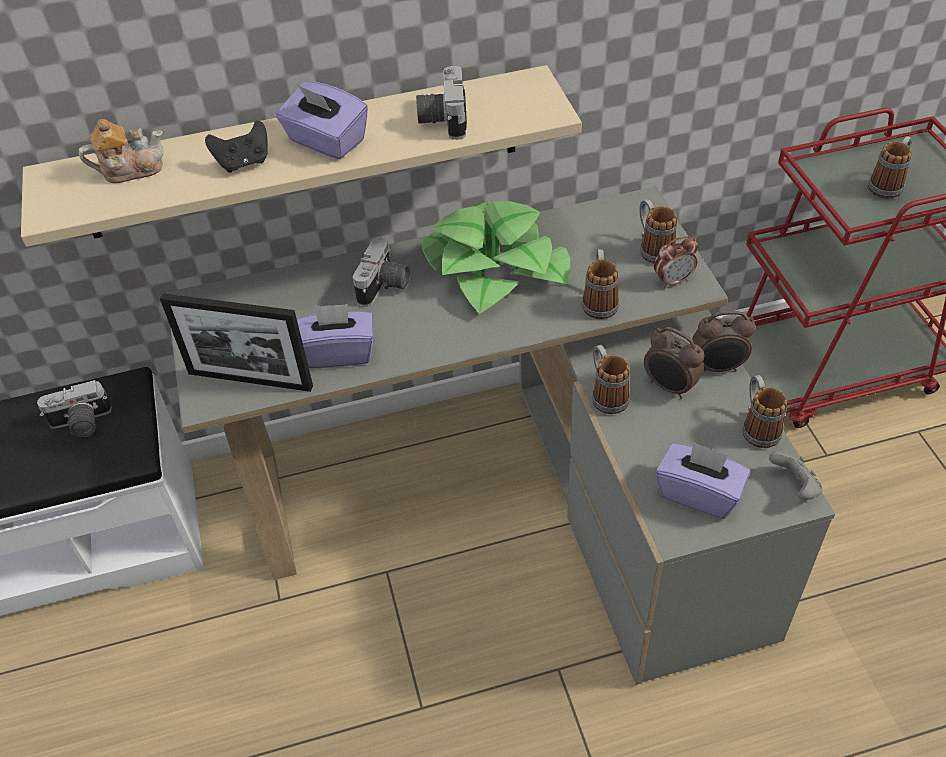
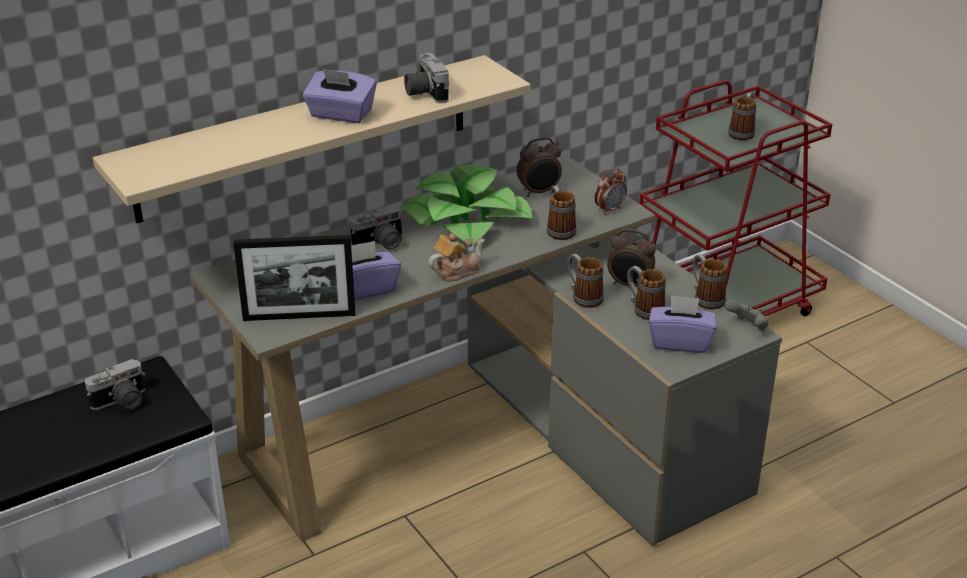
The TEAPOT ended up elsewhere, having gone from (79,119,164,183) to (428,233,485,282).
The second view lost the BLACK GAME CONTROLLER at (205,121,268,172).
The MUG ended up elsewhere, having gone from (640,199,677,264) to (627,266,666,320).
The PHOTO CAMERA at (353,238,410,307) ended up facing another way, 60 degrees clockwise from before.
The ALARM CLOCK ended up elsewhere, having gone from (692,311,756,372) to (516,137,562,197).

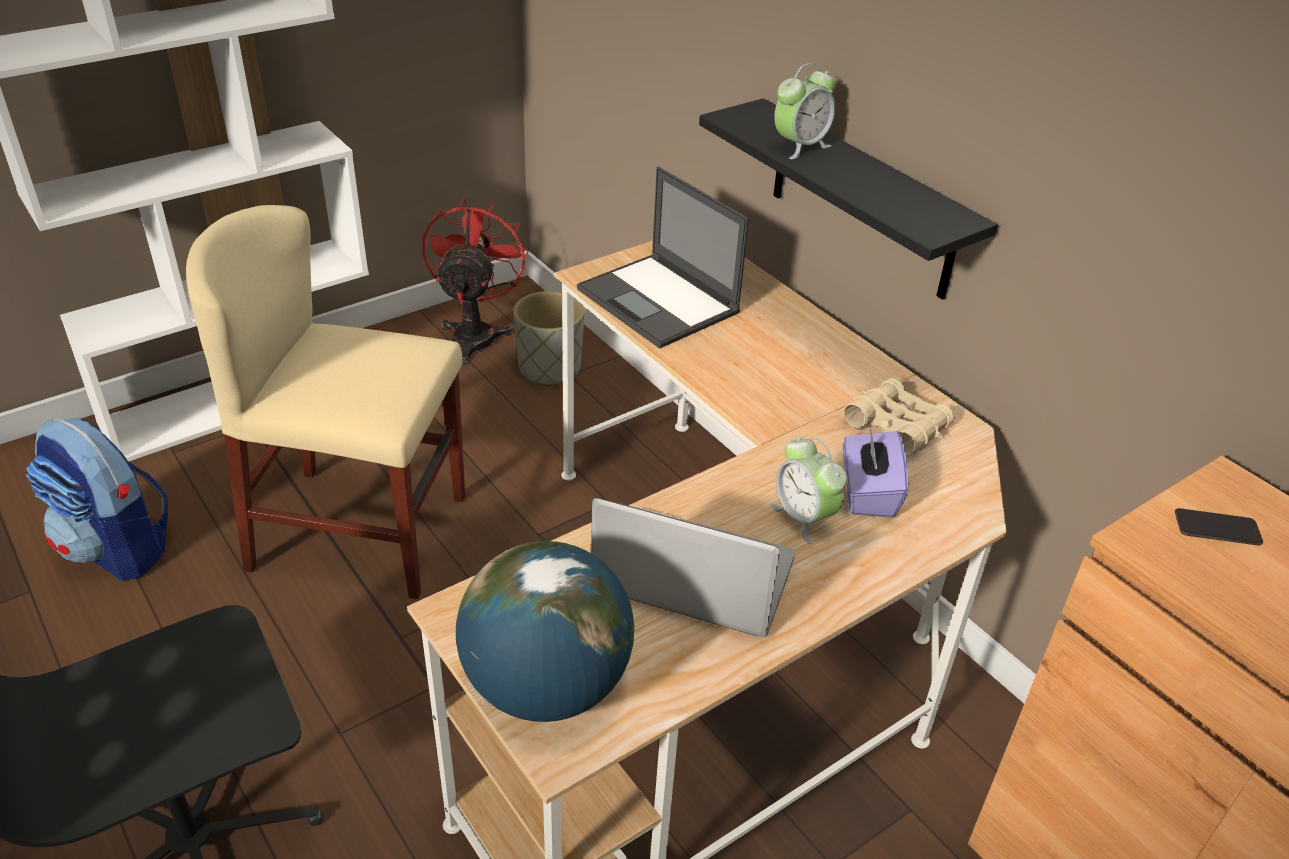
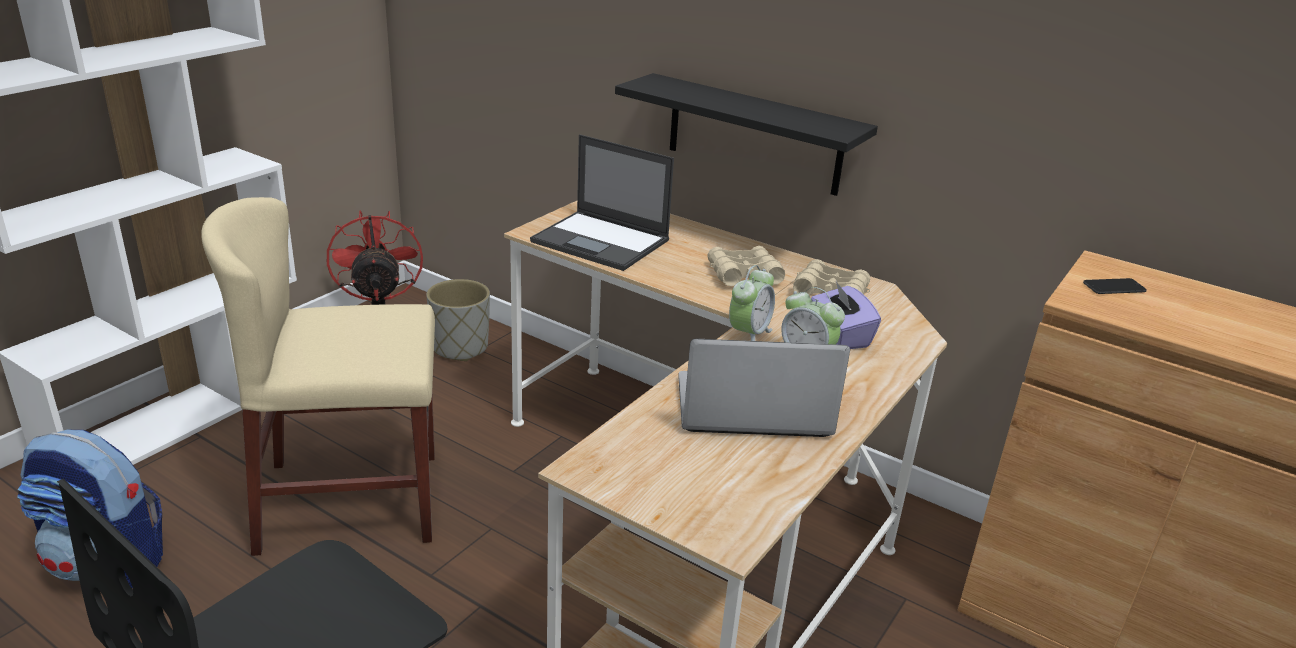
The ALARM CLOCK ended up elsewhere, having gone from (774,63,836,159) to (729,265,775,341).
The second view lost the GLOBE at (456,541,634,722).
The second view gained the BEIGE BINOCULARS at (708,246,785,286).

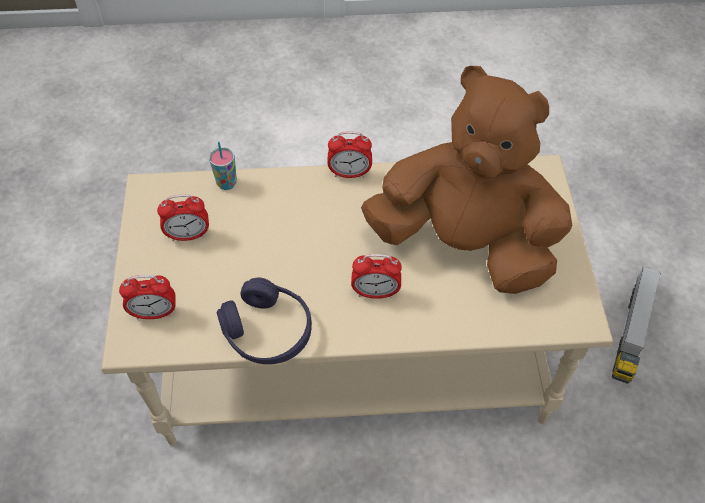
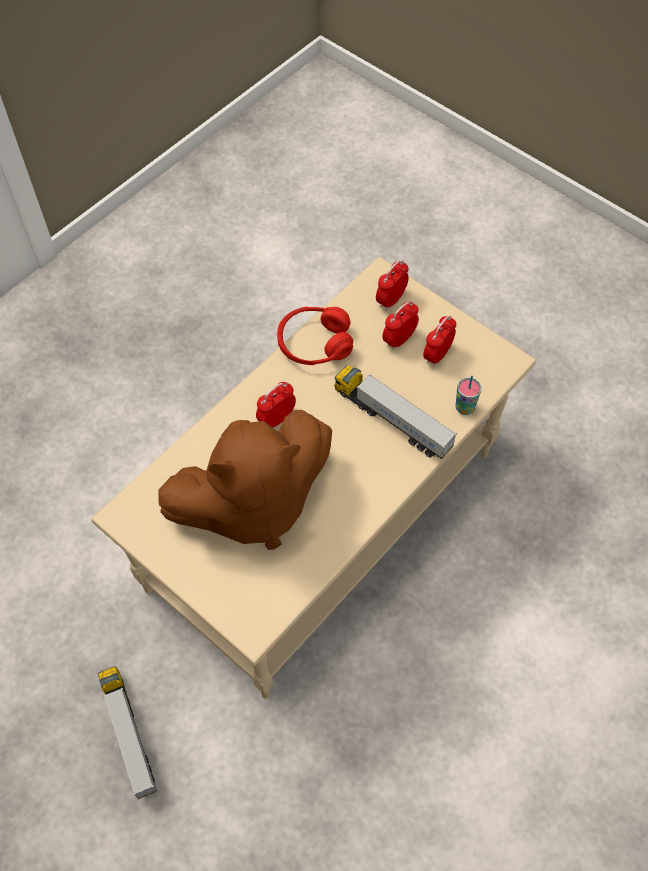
The ALARM CLOCK ended up elsewhere, having gone from (327,132,372,178) to (382,301,419,350).
What was the PURPLE HEADPHONES at (217,278,312,364) turned into the RED HEADPHONES at (277,307,353,365).
The second view gained the TOY TRUCK at (334,366,457,459).

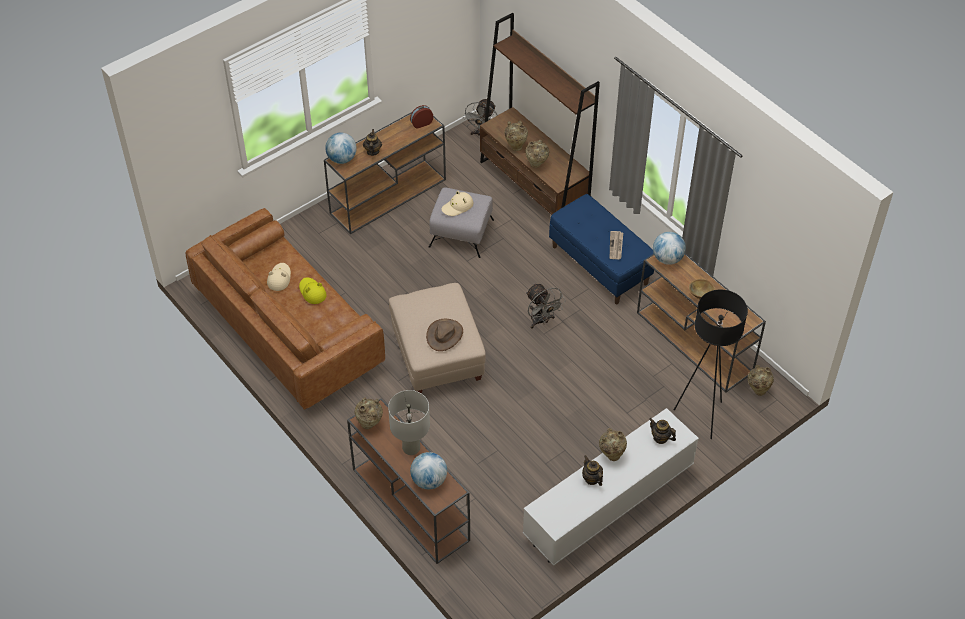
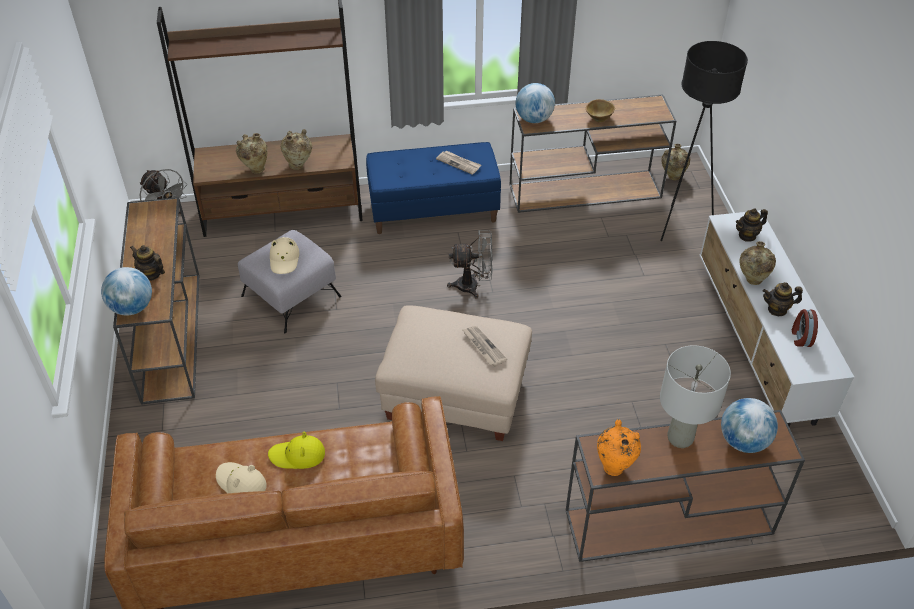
The ALARM CLOCK ended up elsewhere, having gone from (410,105,433,129) to (792,309,818,347).
Where the BROWN HAT stood at (426,319,463,351), the NEWSPAPER came to stand at (463,326,507,367).
What was the BEIGE VASE at (355,397,383,429) turned into the ORANGE VASE at (597,419,641,476).

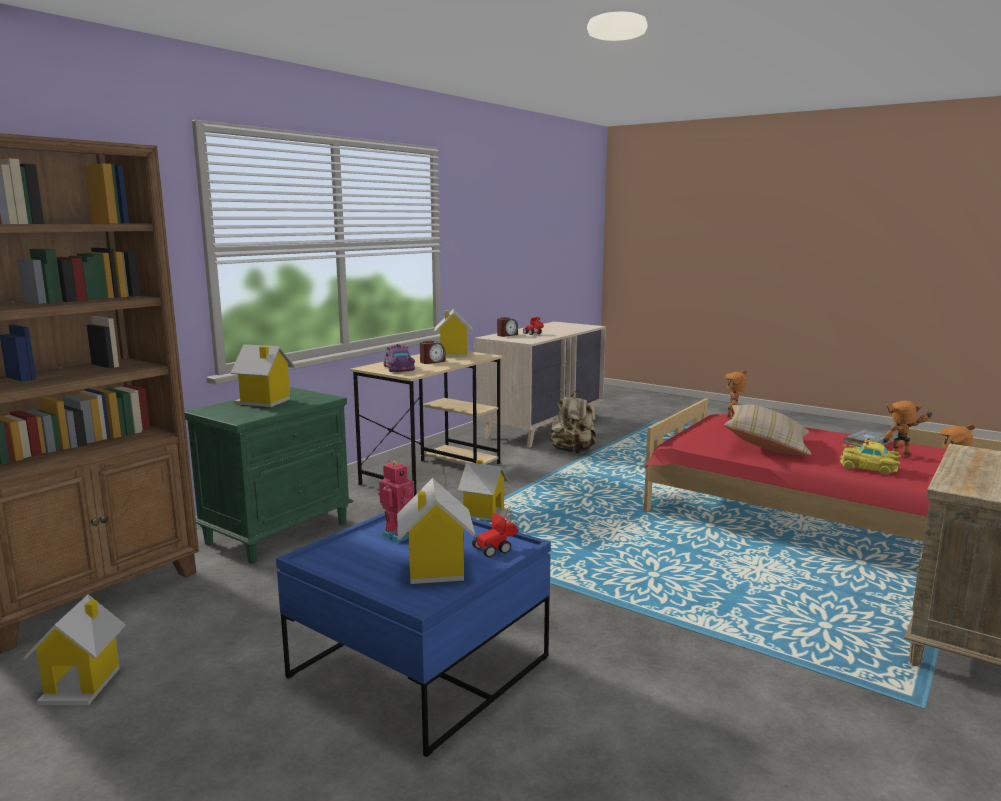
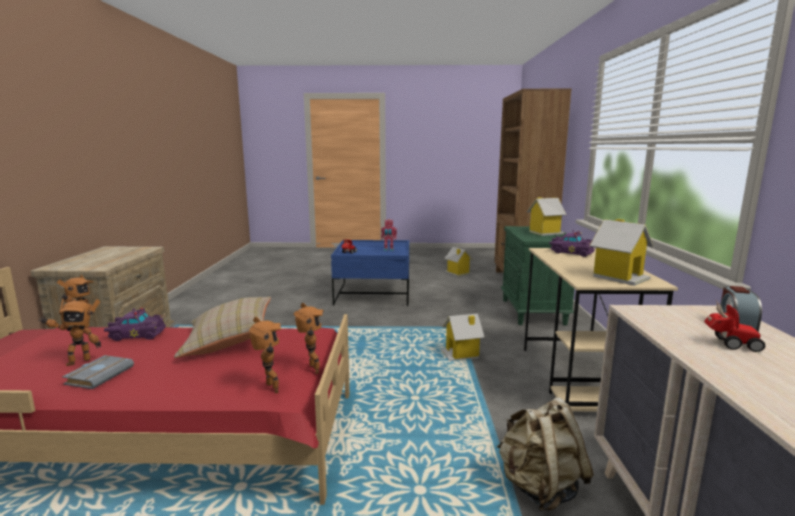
The second view lost the ALARM CLOCK at (420,341,446,364).
What was the YELLOW TOY CAR at (840,438,901,474) turned into the PURPLE TOY CAR at (104,308,166,341).
The second view lost the TOY HOUSE at (397,478,475,584).
The second view gained the TOY ROBOT at (294,303,324,374).

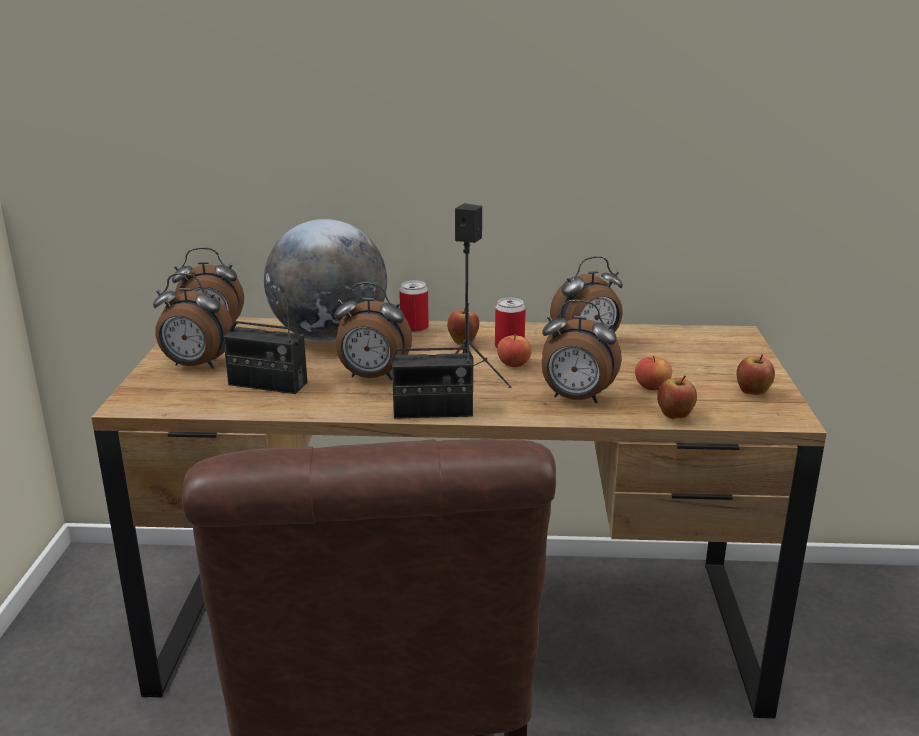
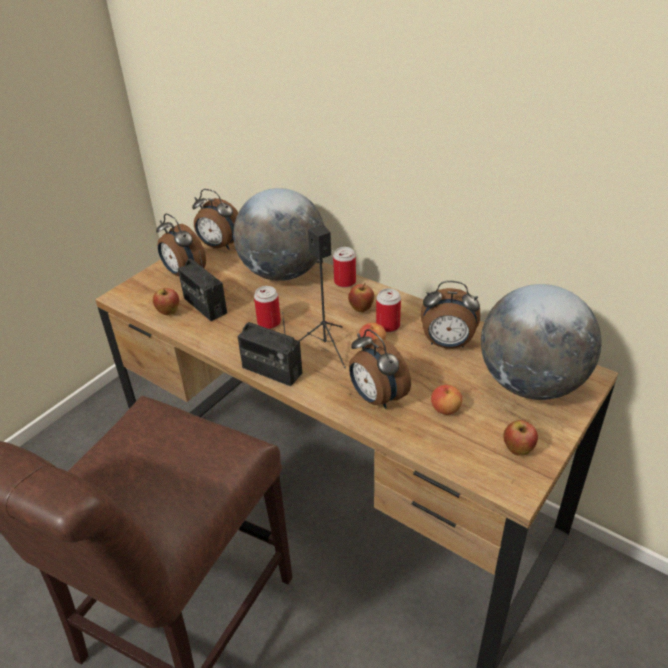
Where the ALARM CLOCK stood at (334,282,412,380), the CAN came to stand at (254,286,281,329).
The APPLE ended up elsewhere, having gone from (657,375,697,419) to (153,288,179,315).
The second view gained the GLOBE at (481,284,602,400).

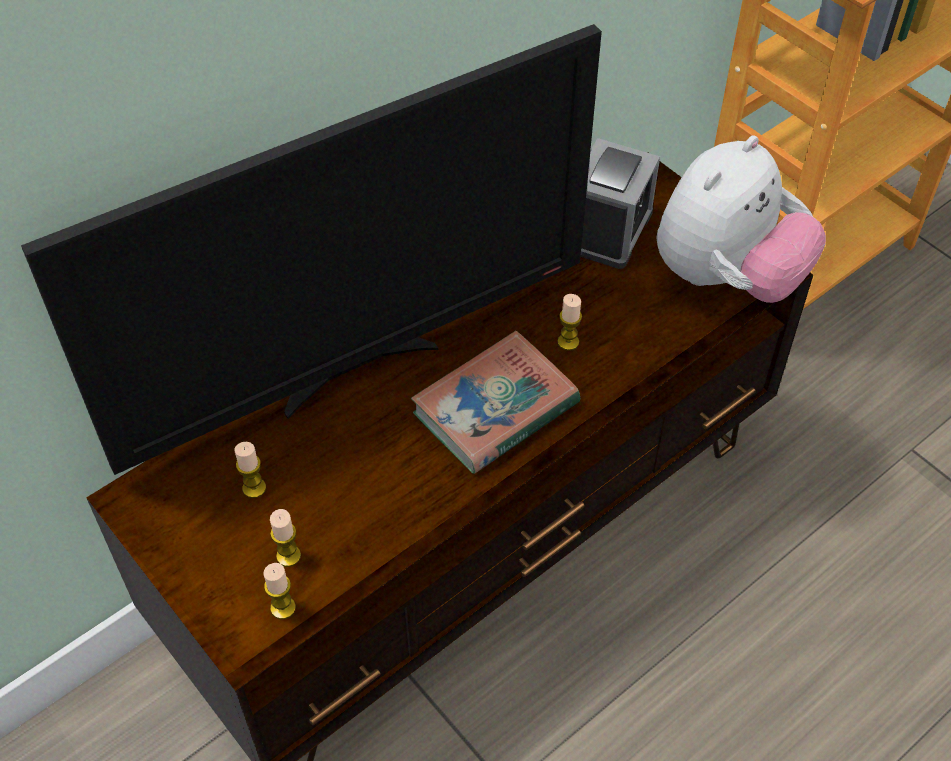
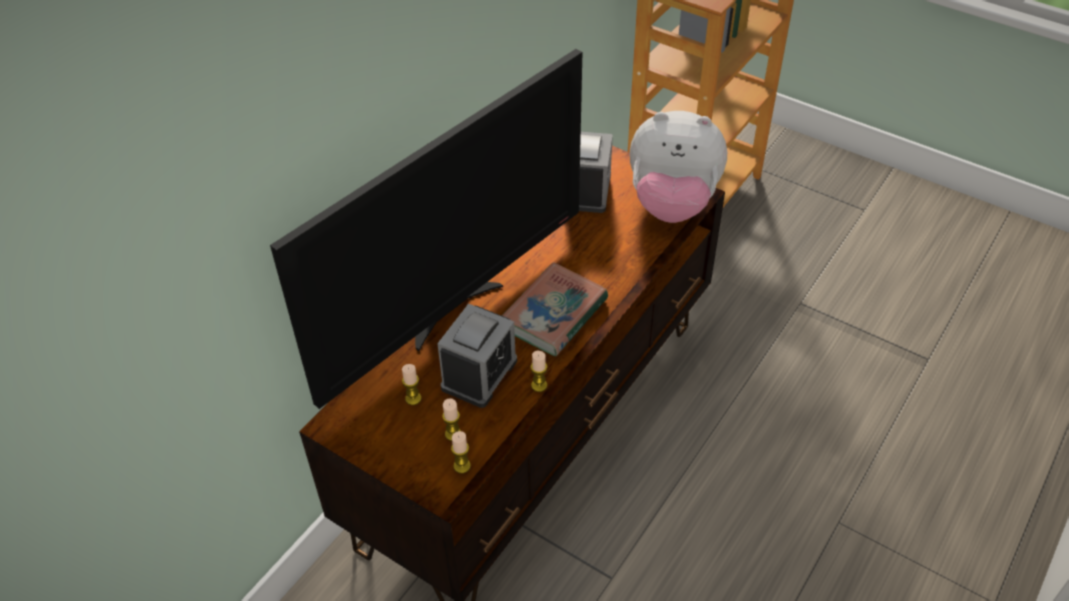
The PLUSH TOY at (656,136,826,303) ended up facing another way, 75 degrees clockwise from before.
The CANDLE ended up elsewhere, having gone from (558,294,582,351) to (531,351,547,392).
The second view gained the ALARM CLOCK at (437,304,517,408).

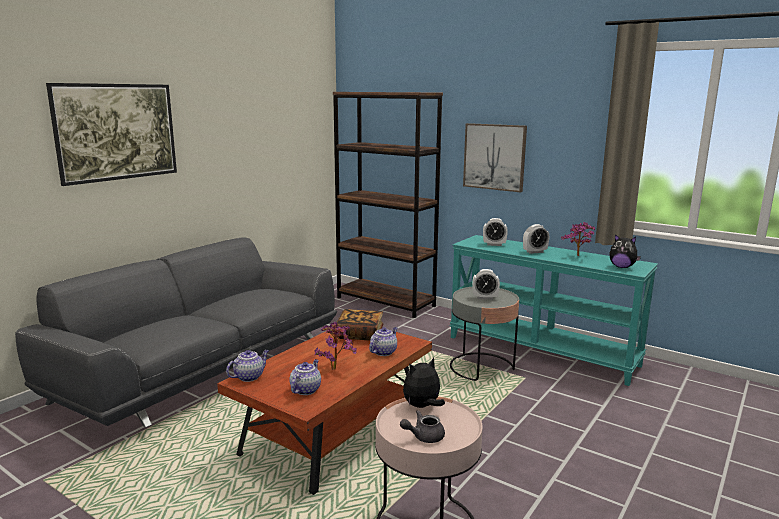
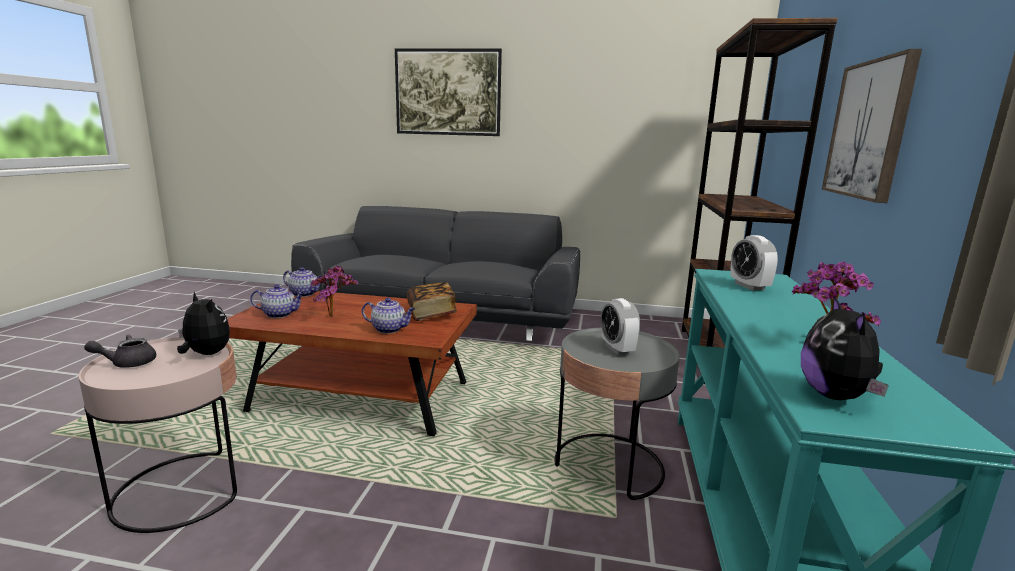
The second view lost the ALARM CLOCK at (523,224,549,254).
The GREY TEAPOT at (400,410,445,443) ended up facing another way, 75 degrees counterclockwise from before.

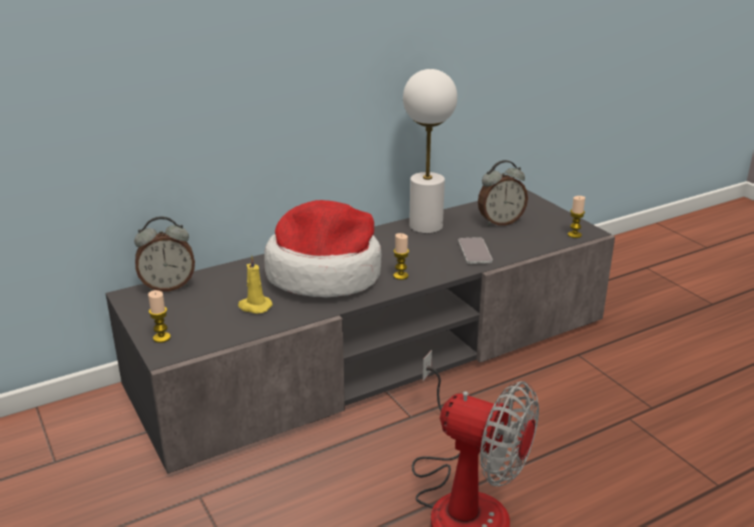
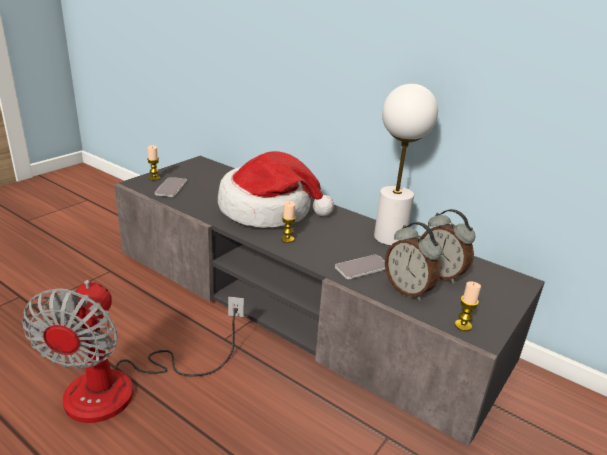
The ALARM CLOCK ended up elsewhere, having gone from (134,216,195,291) to (385,222,442,301).
The second view lost the YELLOW CANDLE at (238,255,273,314).
The second view gained the PHONE at (155,177,187,197).

